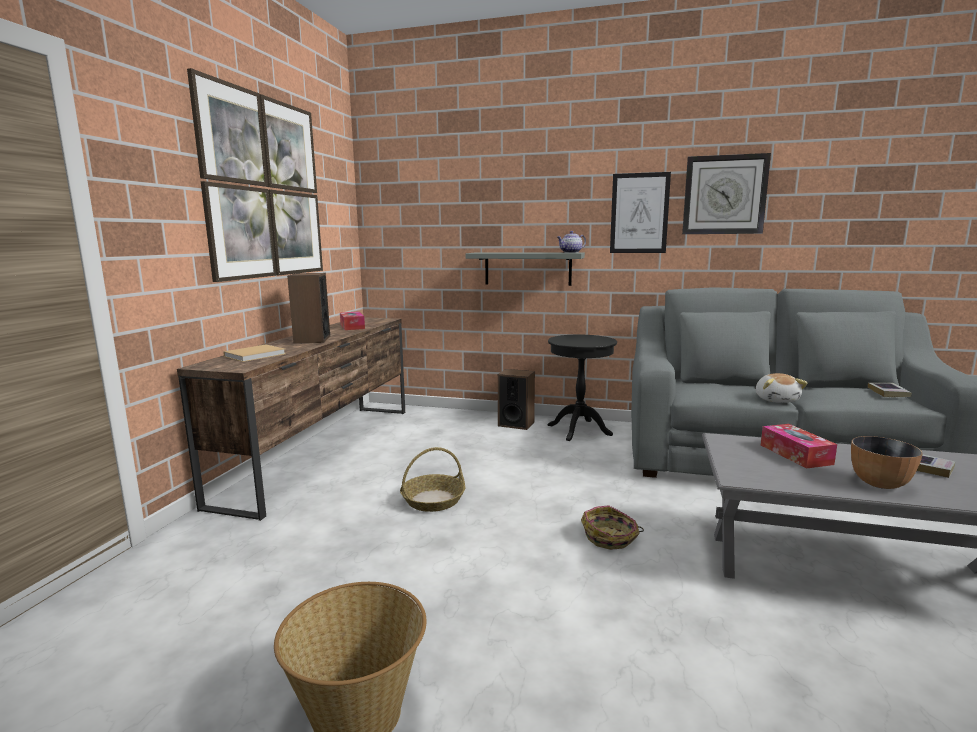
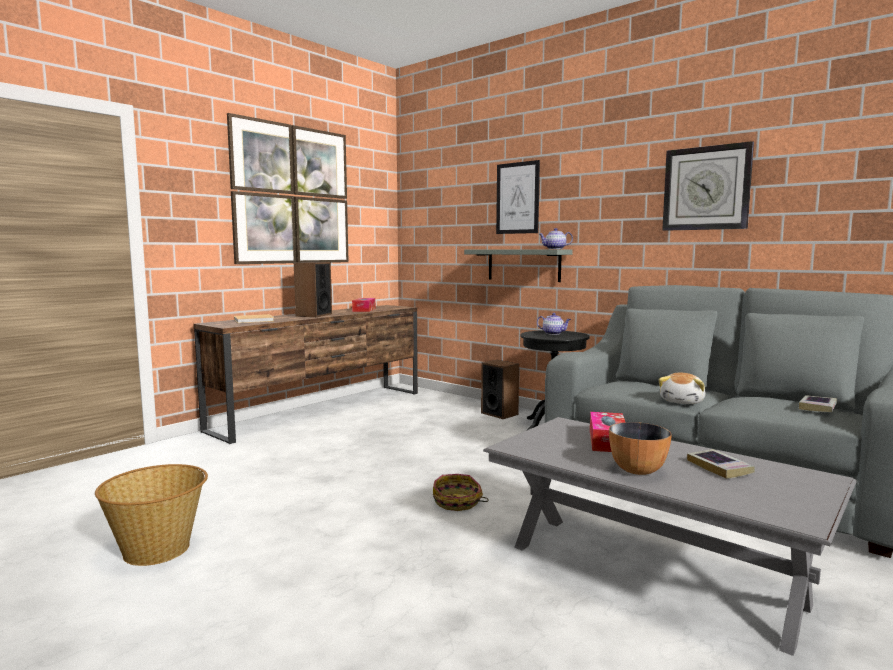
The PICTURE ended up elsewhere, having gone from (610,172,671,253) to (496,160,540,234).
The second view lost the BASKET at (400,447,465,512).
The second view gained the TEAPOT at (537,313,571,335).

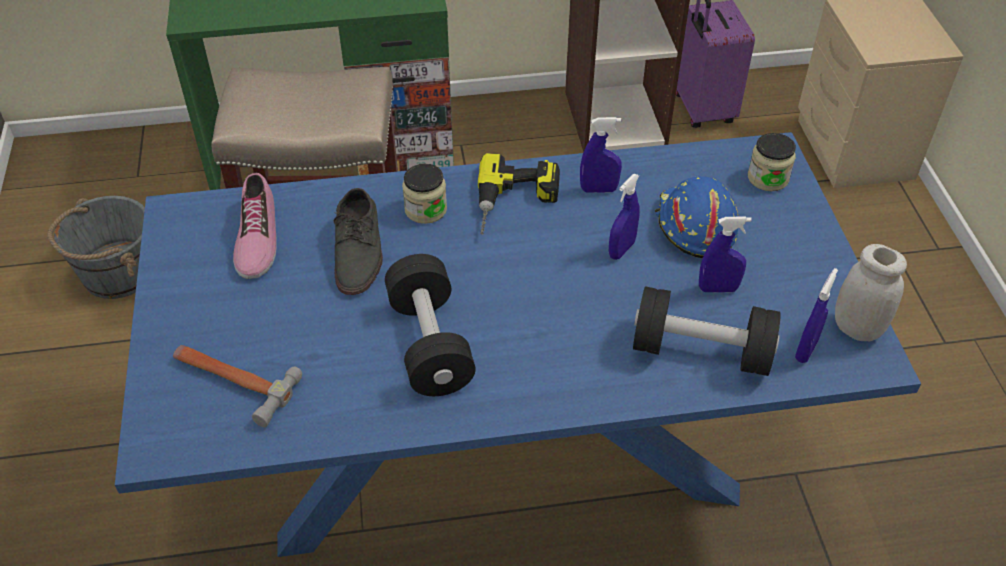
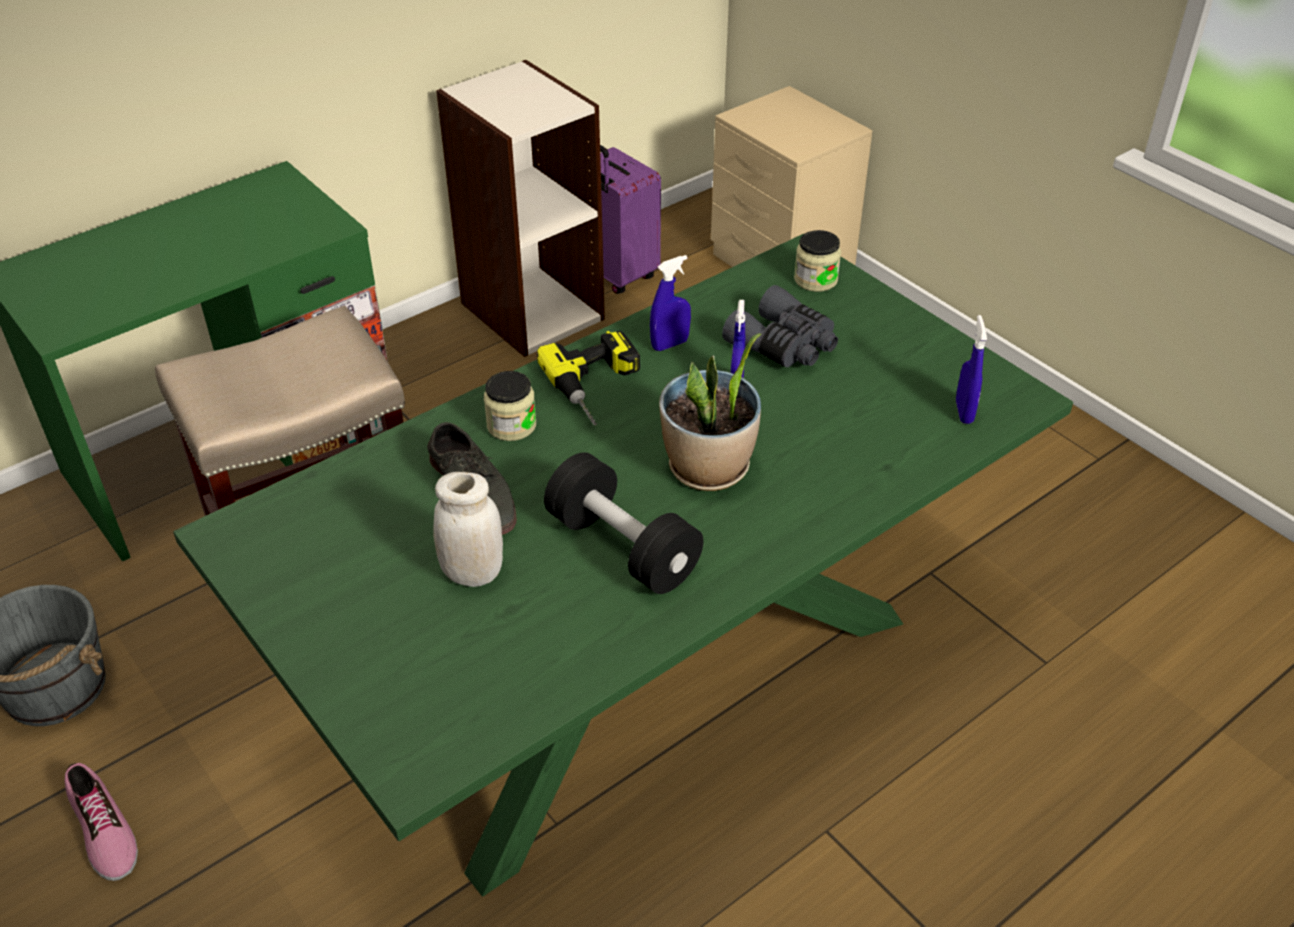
What was the BLUE DINING TABLE at (115,132,921,557) turned into the GREEN DINING TABLE at (173,234,1073,897).
The SHOE ended up elsewhere, having gone from (233,172,277,279) to (65,763,138,881).
Where the BLUE HARD HAT stood at (655,176,738,258), the GREY BINOCULARS came to stand at (722,285,838,367).
The second view lost the BLUE SPRAY BOTTLE at (699,217,752,292).
The WHITE JAR ended up elsewhere, having gone from (835,244,907,341) to (433,472,503,587).
The second view lost the BLACK DUMBBELL at (633,286,781,376).
The second view lost the HAMMER at (173,345,302,427).
The second view gained the POTTED PLANT at (659,333,761,491).

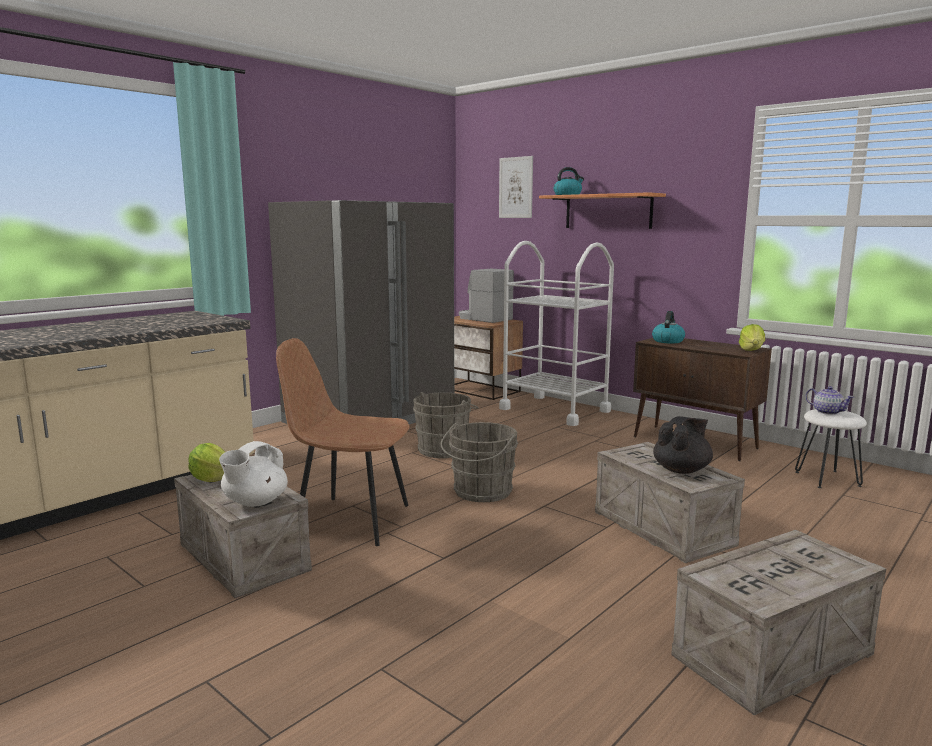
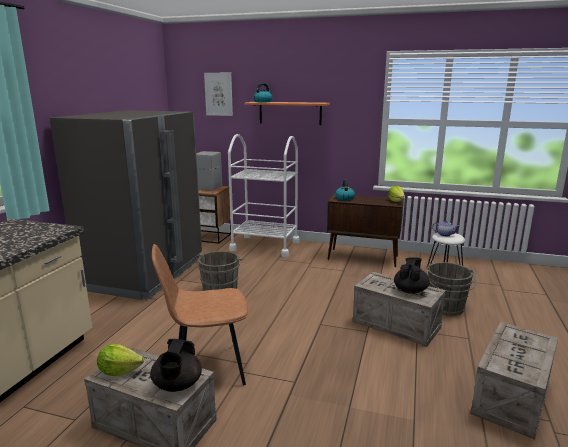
The GREY BUCKET ended up elsewhere, having gone from (440,422,518,502) to (426,262,476,316).
What was the WHITE TEAPOT at (219,441,288,507) turned into the BLACK TEAPOT at (150,339,202,392).

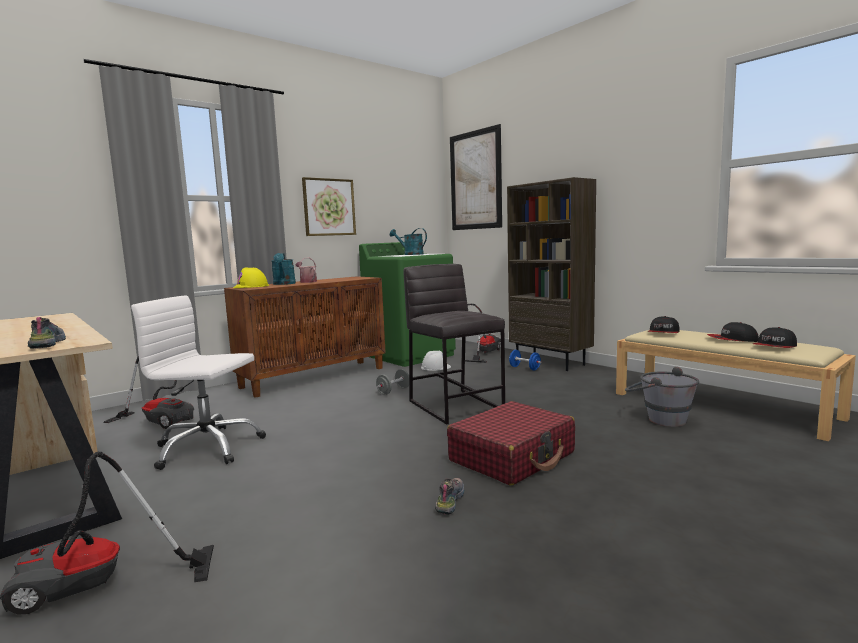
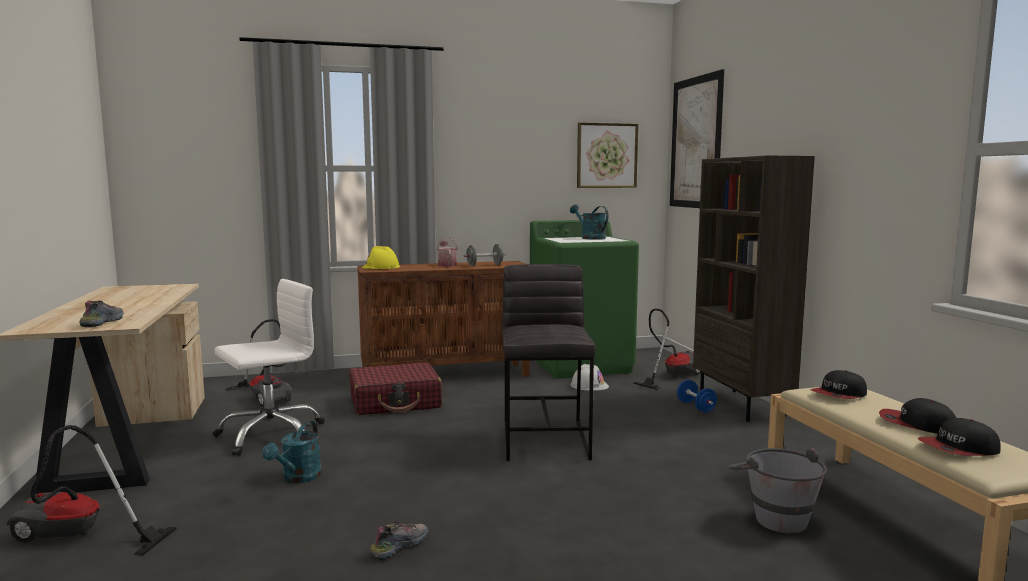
The PICTURE ended up elsewhere, having gone from (302,177,356,236) to (577,122,638,188).
The TURQUOISE WATERING CAN ended up elsewhere, having gone from (272,253,296,285) to (262,420,322,483).
The WHITE OFFICE CHAIR at (131,296,266,470) ended up facing another way, 105 degrees clockwise from before.
The GREY DUMBBELL ended up elsewhere, having gone from (376,369,409,395) to (464,244,506,266).
The RED SUITCASE ended up elsewhere, having gone from (447,401,575,486) to (349,362,442,415).

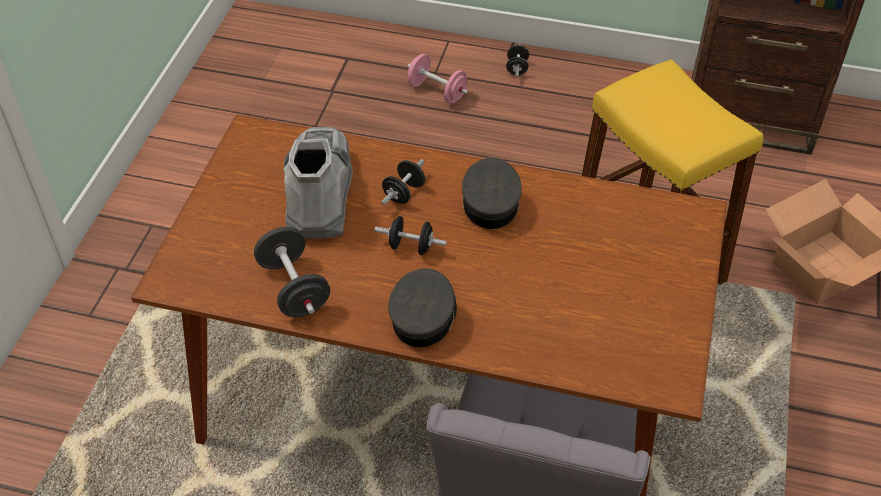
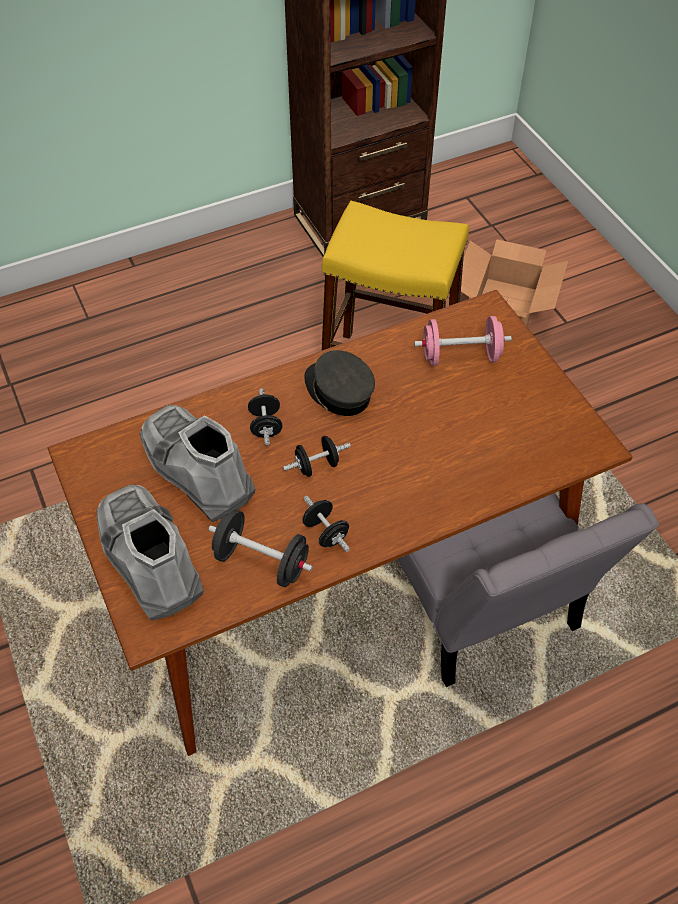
The BLACK DUMBBELL ended up elsewhere, having gone from (506,44,529,77) to (303,496,350,552).
The PINK DUMBBELL ended up elsewhere, having gone from (407,54,468,104) to (414,316,512,366).
The second view lost the GREY CAP at (388,268,457,347).
The second view gained the GREY BOOT at (97,485,204,621).

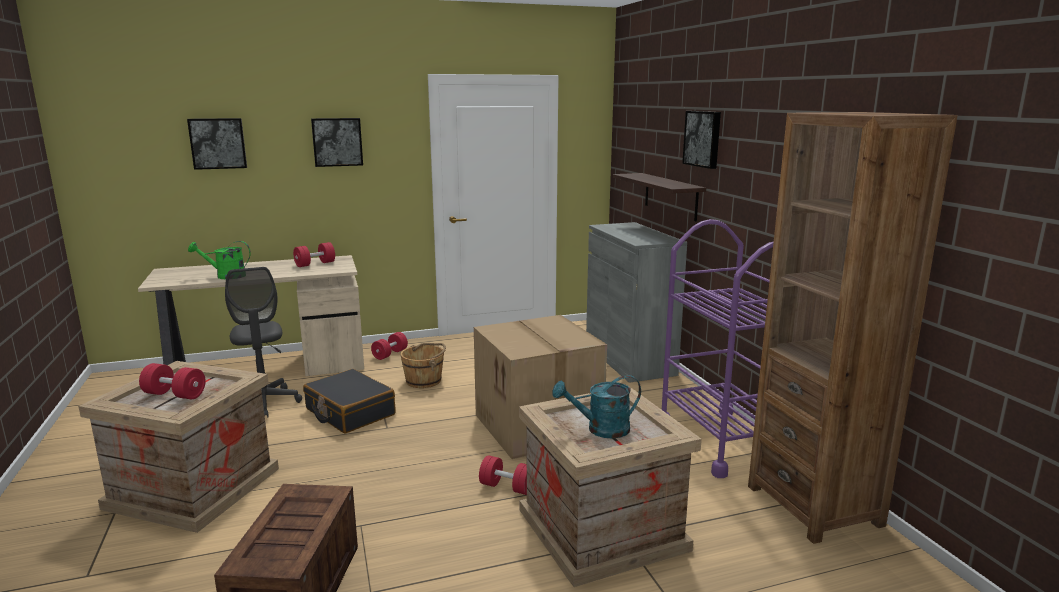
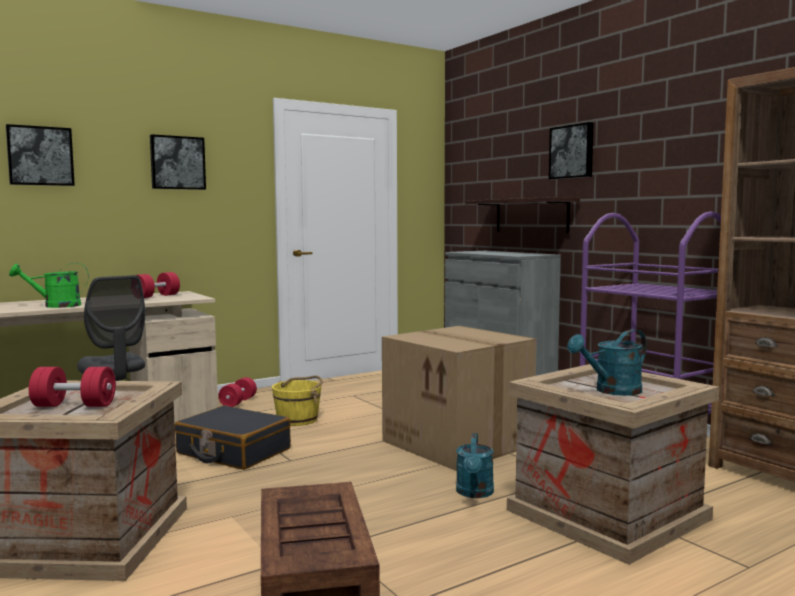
What was the BROWN BUCKET at (400,343,446,388) turned into the YELLOW BUCKET at (272,375,323,426).
Where the RED DUMBBELL stood at (479,455,527,495), the TURQUOISE WATERING CAN came to stand at (456,433,494,498).

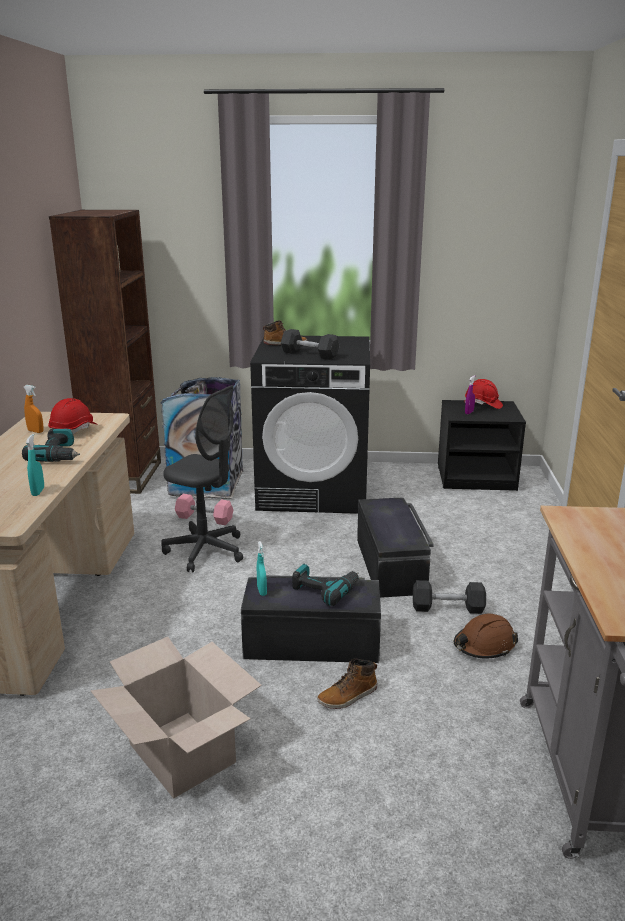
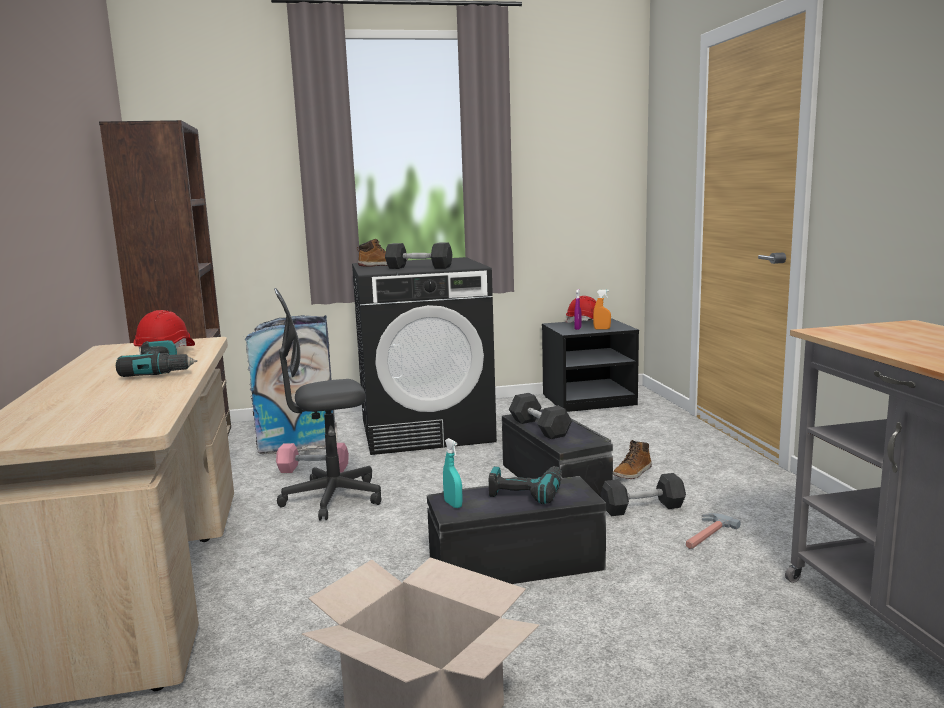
The ORANGE SPRAY BOTTLE ended up elsewhere, having gone from (24,385,44,433) to (593,290,611,330).
The GREY OFFICE CHAIR at (161,385,243,572) ended up facing another way, 150 degrees clockwise from before.
The second view lost the TURQUOISE SPRAY BOTTLE at (26,434,44,496).
Where the BROWN HARD HAT stood at (453,614,518,659), the HAMMER came to stand at (686,513,741,549).
The BOOT ended up elsewhere, having gone from (317,658,377,709) to (613,440,652,479).
The second view gained the GREY DUMBBELL at (509,393,572,439).

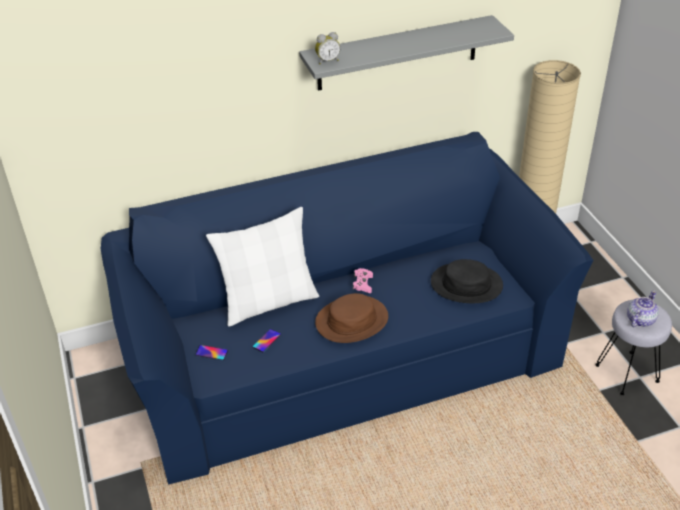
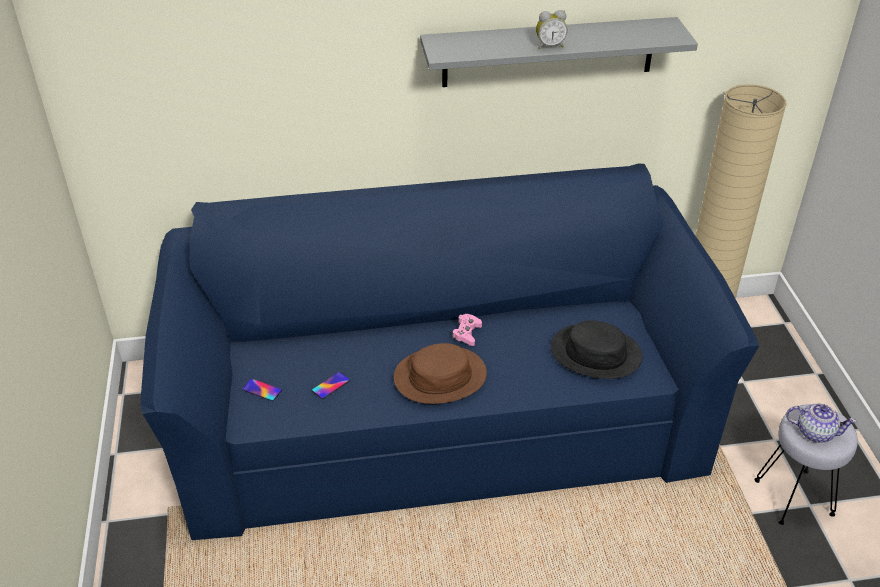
The ALARM CLOCK ended up elsewhere, having gone from (315,32,340,64) to (536,10,568,49).
The second view lost the WHITE PILLOW at (206,207,319,327).
The TEAPOT at (627,291,659,327) ended up facing another way, 60 degrees clockwise from before.

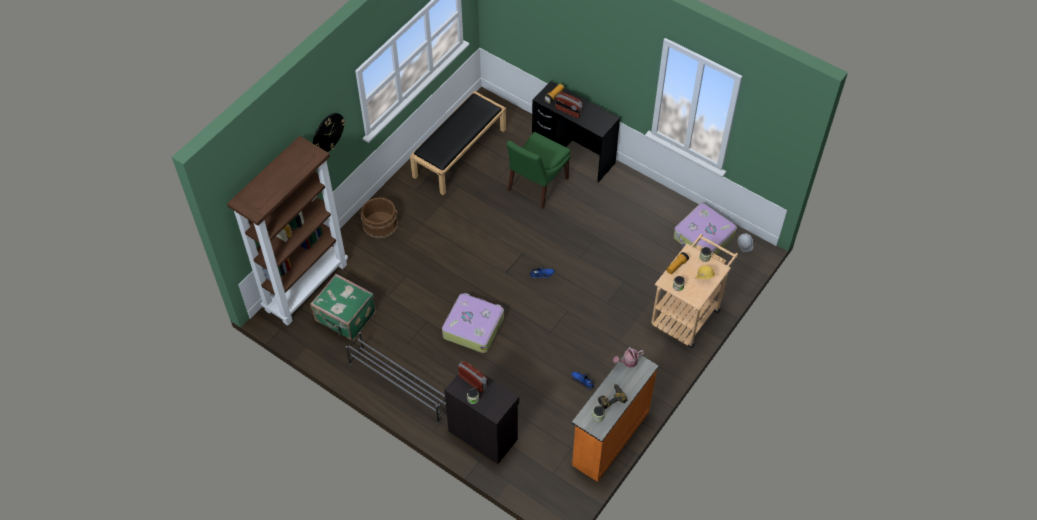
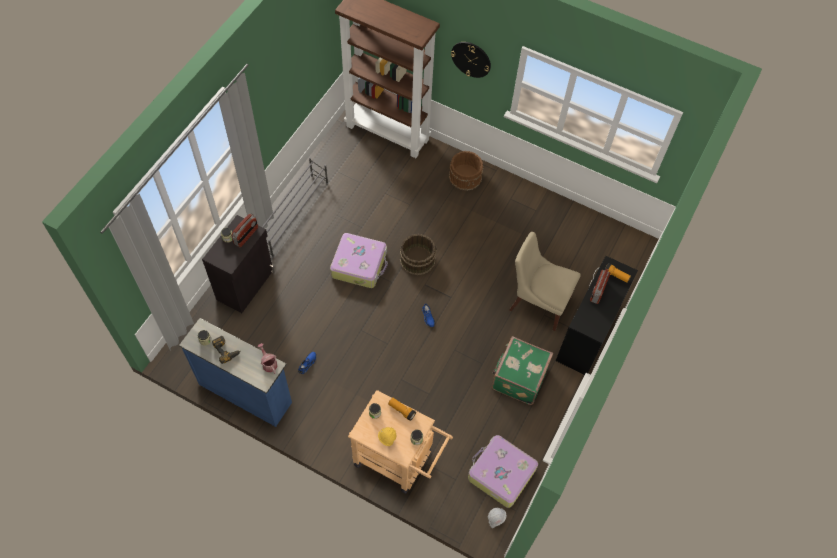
The second view lost the BLACK BENCH at (410,91,506,195).
What was the GREEN CHAIR at (507,132,571,209) turned into the BEIGE CHAIR at (509,232,581,331).
The GREEN SUITCASE ended up elsewhere, having gone from (310,274,376,341) to (492,336,553,405).
What was the ORANGE DRESSER at (572,348,659,482) turned into the BLUE DRESSER at (179,318,292,427).
The second view gained the BROWN BUCKET at (400,234,437,275).

